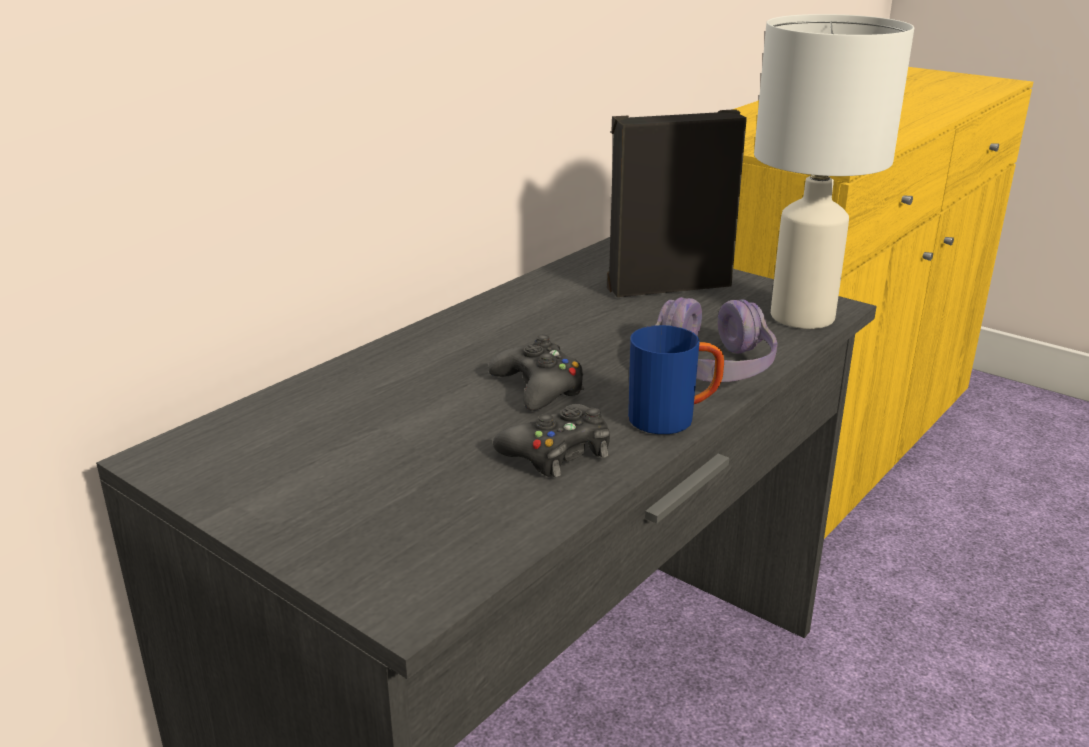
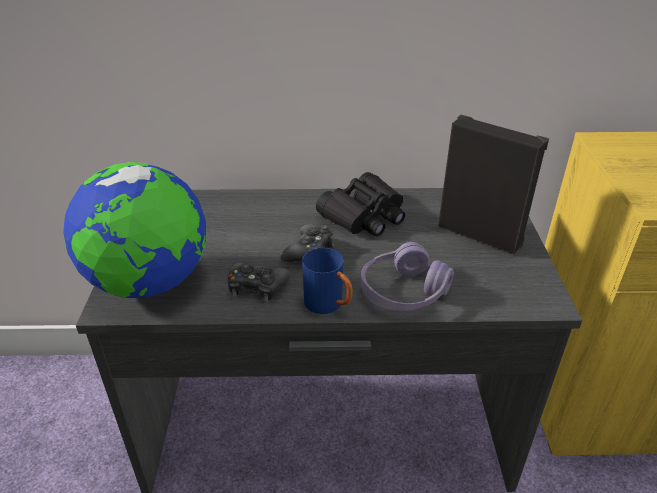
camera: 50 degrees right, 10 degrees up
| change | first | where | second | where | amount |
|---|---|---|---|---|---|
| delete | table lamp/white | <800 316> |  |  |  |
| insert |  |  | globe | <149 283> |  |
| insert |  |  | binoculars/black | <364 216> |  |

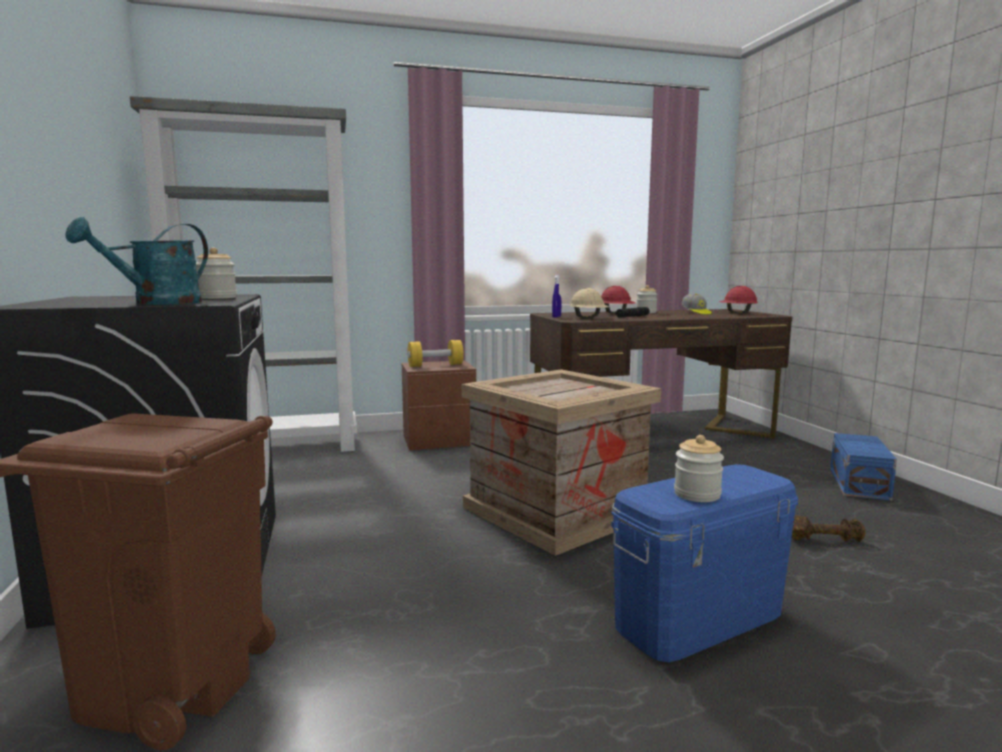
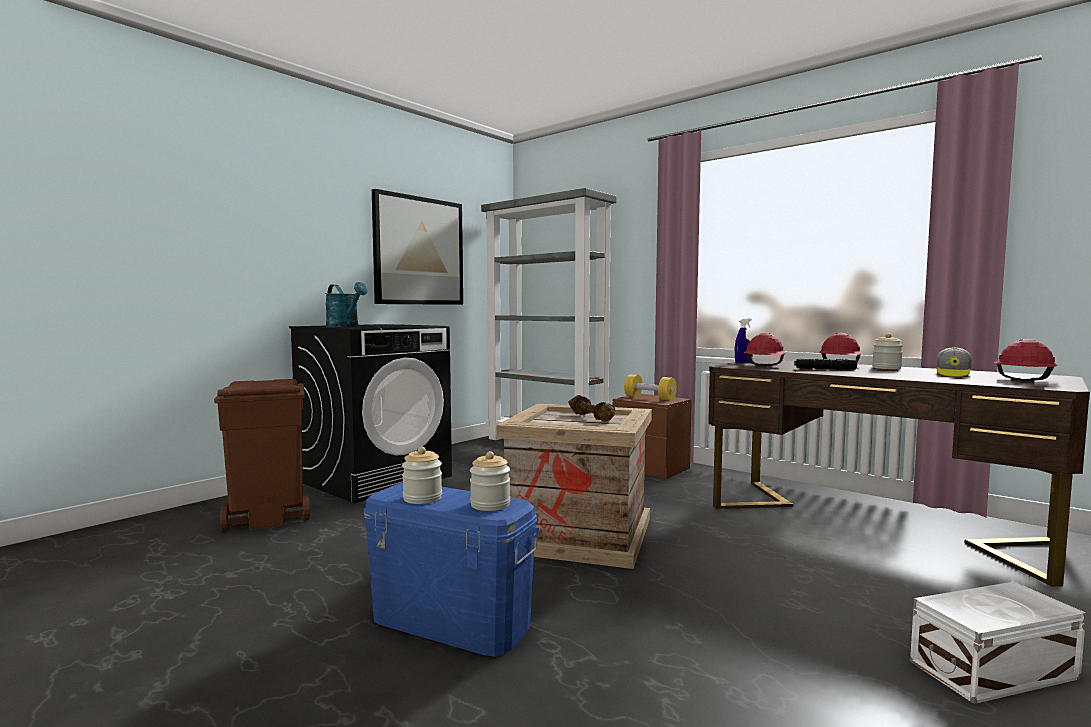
camera: 55 degrees right, 5 degrees down
| change | first | where | second | where | amount |
|---|---|---|---|---|---|
| rotate | watering pot/blue-green | <156 303> |  | <345 327> | 135 degrees counterclockwise |
| move | preserve jar | <217 298> |  | <490 505> |  |
| recolor | hard hat/sand-coloured | <588 318> | hard hat/red-coloured | <764 366> |  |
| recolor | storage bin/blue-coloured | <860 483> | storage bin/white | <996 671> |  |
| move | free weight/brown-coloured | <824 539> |  | <592 418> |  |
| insert |  |  | picture | <419 251> |  |

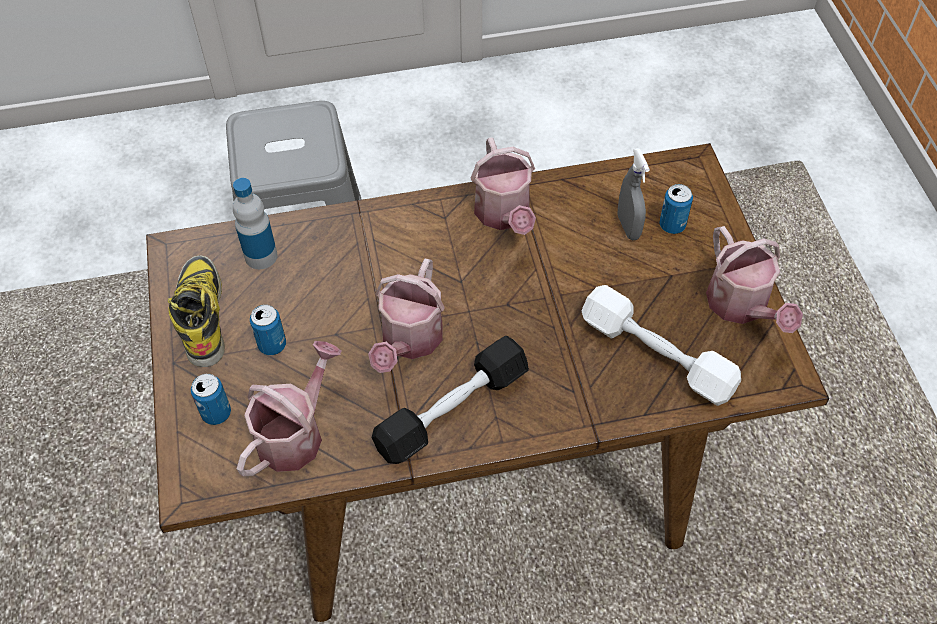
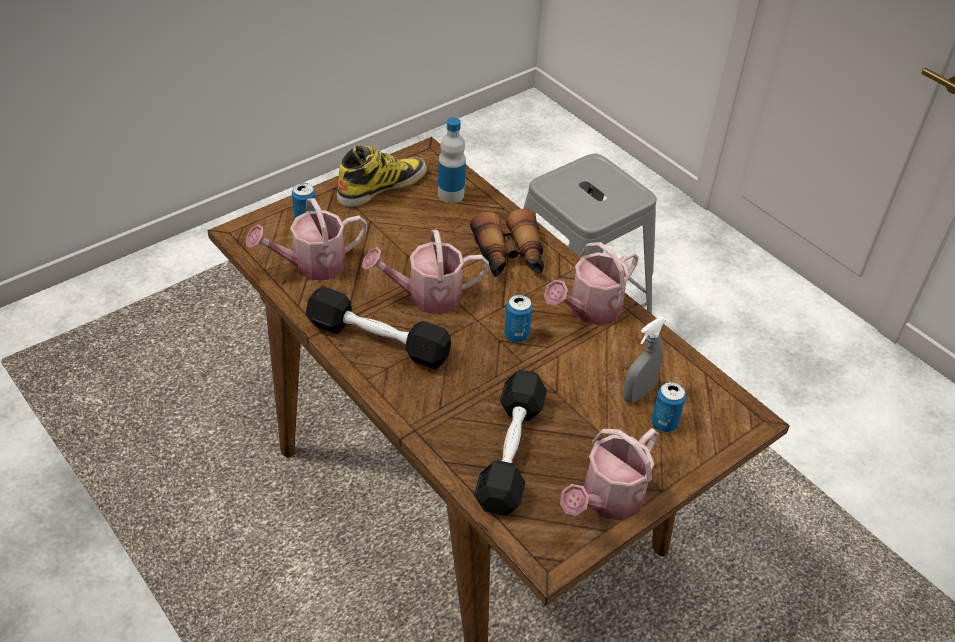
camera: 60 degrees right, 10 degrees down
| change | first | where | second | where | amount |
|---|---|---|---|---|---|
| recolor | free weight/white | <657 356> | free weight/black | <510 453> |  |
| move | metal can | <272 345> |  | <516 335> |  |
| rotate | watering pot | <295 433> |  | <311 265> | 150 degrees clockwise |
| insert |  |  | binoculars | <509 257> |  |

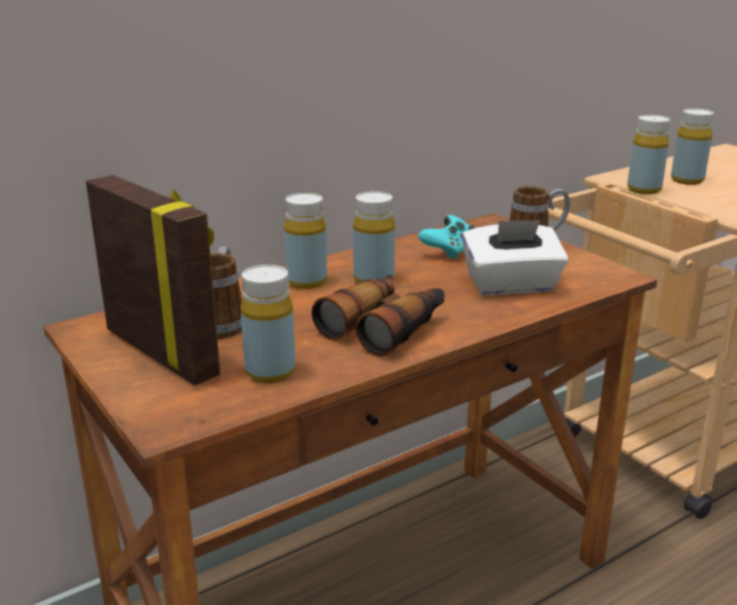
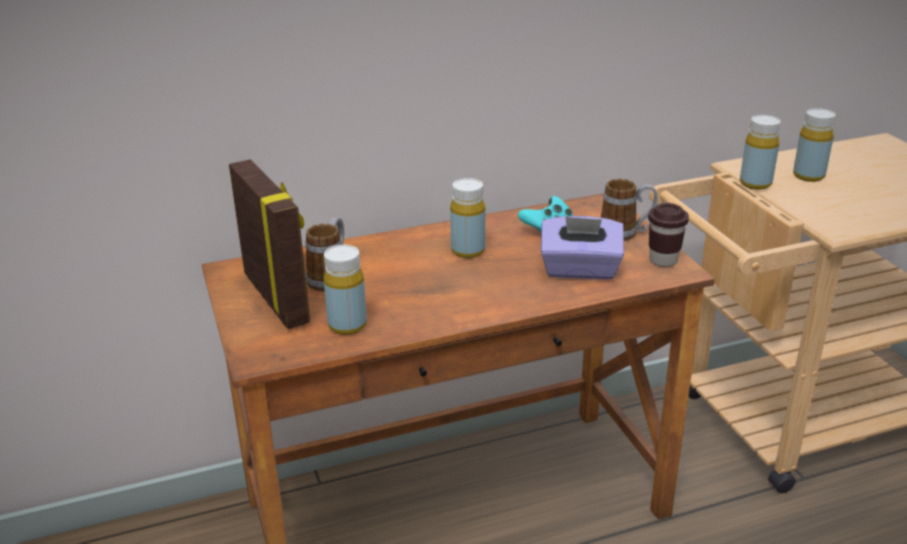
camera: 15 degrees right, 5 degrees up
| change | first | where | second | where | amount |
|---|---|---|---|---|---|
| delete | beverage bottle/yellow-coloured | <306 281> |  |  |  |
| recolor | tissue holder/white | <511 286> | tissue holder/purple | <580 270> |  |
| delete | binoculars | <385 327> |  |  |  |
| insert |  |  | drinking cup/brown-coloured | <663 260> |  |

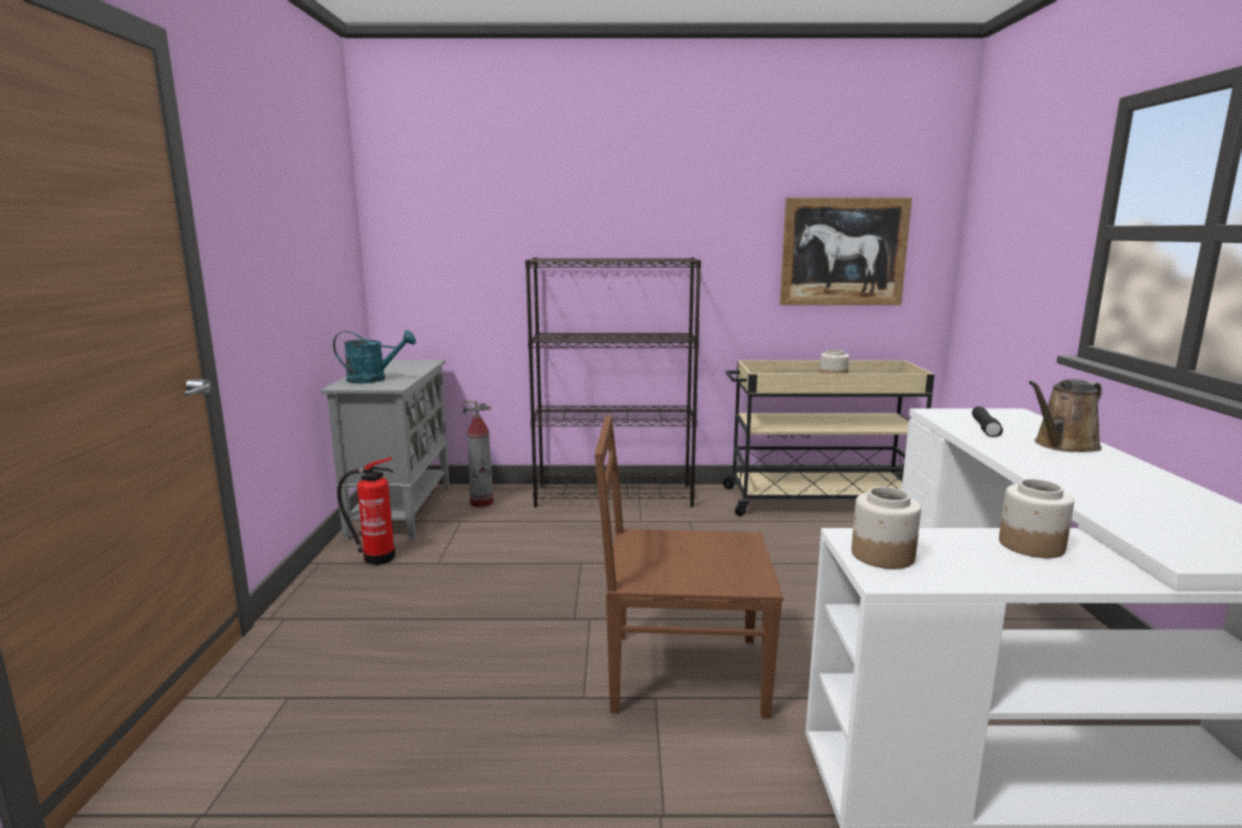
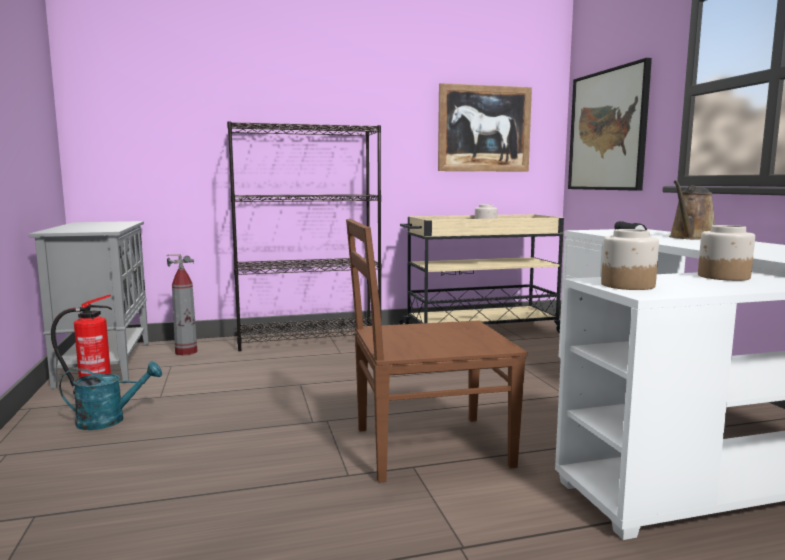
camera: 15 degrees left, 5 degrees down
| change | first | where | second | where | amount |
|---|---|---|---|---|---|
| move | watering pot/blue-green | <374 379> |  | <110 420> |  |
| insert |  |  | picture | <607 130> |  |

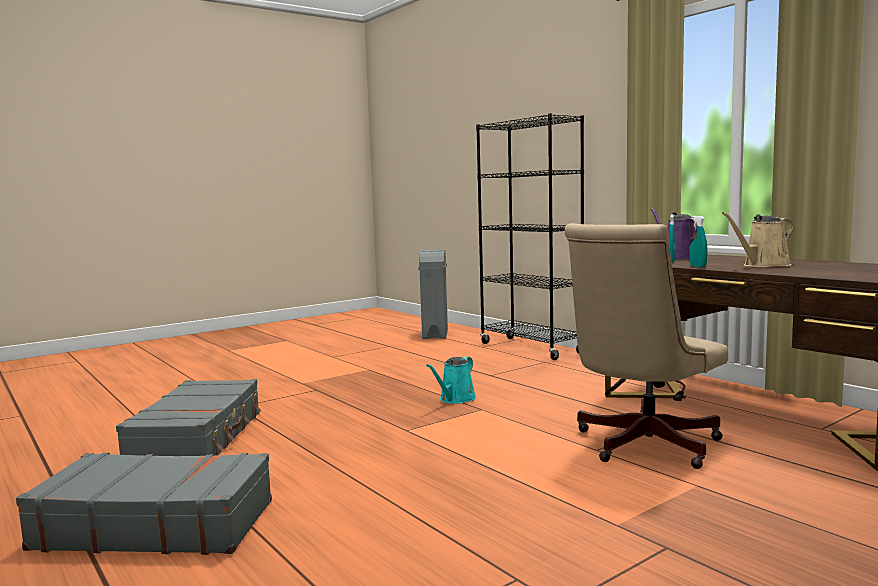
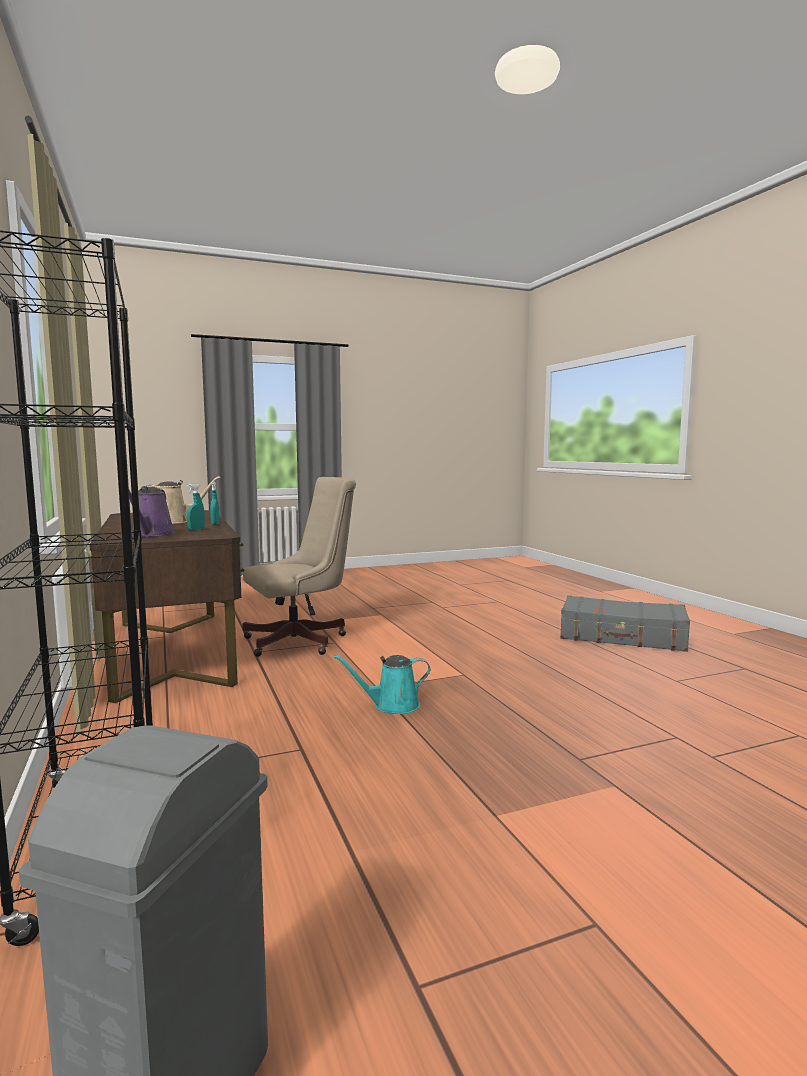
camera: 165 degrees left, 0 degrees up
| change | first | where | second | where | amount |
|---|---|---|---|---|---|
| rotate | watering pot/blue-green | <455 399> |  | <392 706> | 150 degrees counterclockwise |
| delete | travel case/gray | <198 438> |  |  |  |

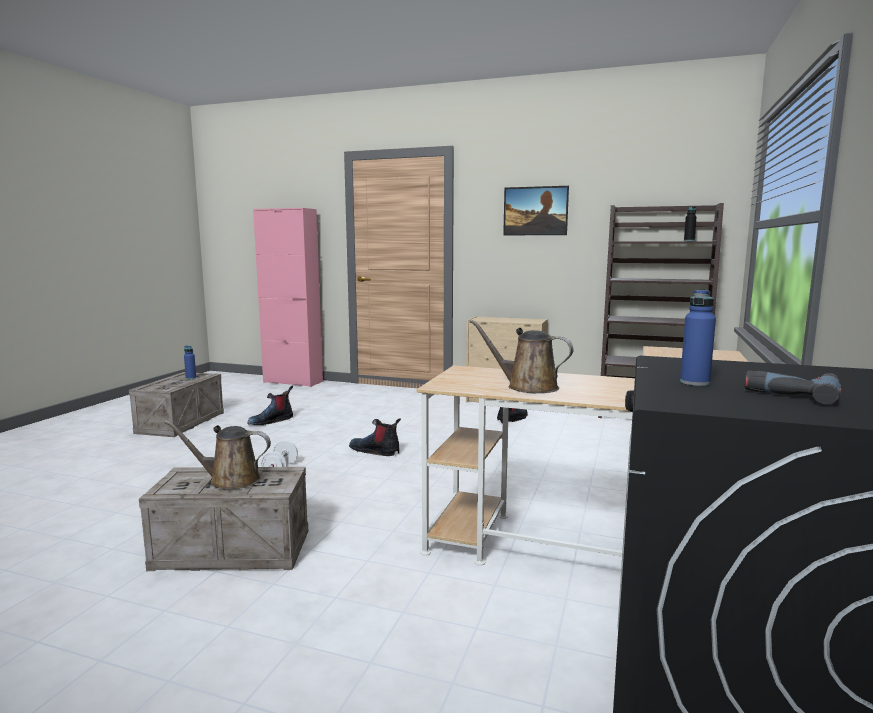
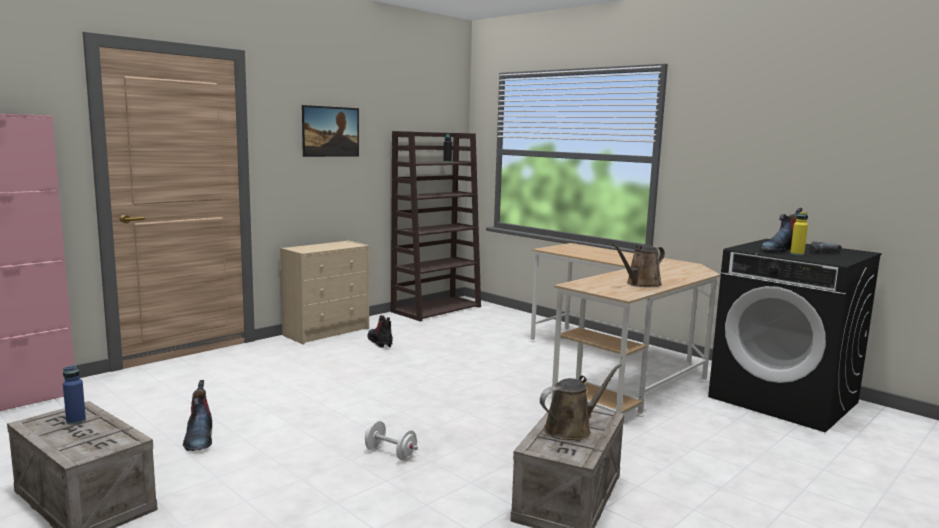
camera: 65 degrees left, 0 degrees up
| change | first | where | second | where | amount |
|---|---|---|---|---|---|
| recolor | beverage bottle/blue-coloured | <694 383> | beverage bottle/yellow-coloured | <797 254> |  |
| move | tall boot | <375 451> |  | <779 250> |  |
| rotate | watering pot/brown-coloured | <230 480> |  | <571 429> | 150 degrees counterclockwise |

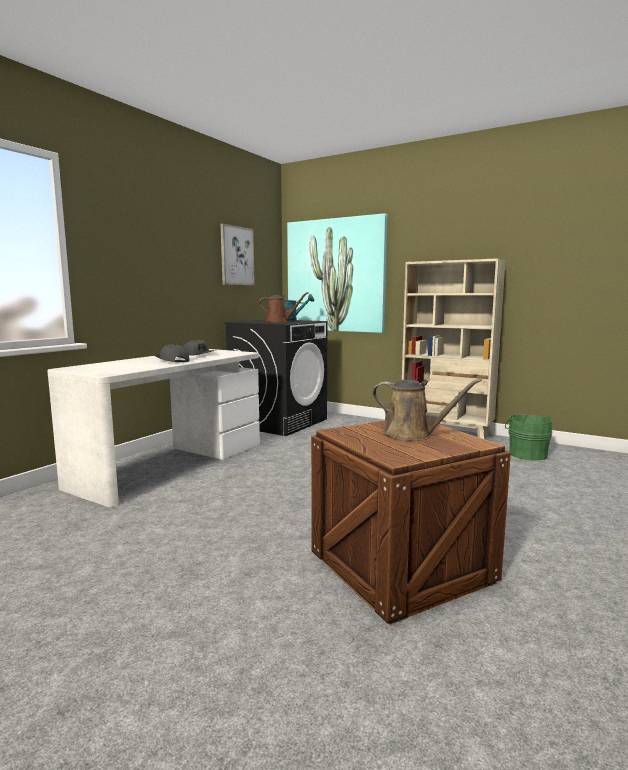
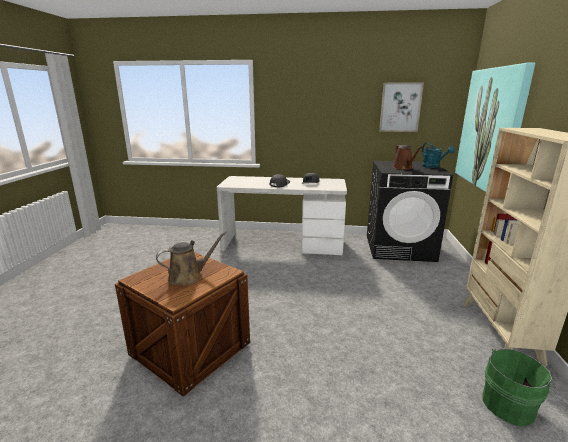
camera: 65 degrees right, 10 degrees up
| change | first | where | second | where | amount |
|---|---|---|---|---|---|
| rotate | watering pot/brown-coloured | <412 434> |  | <188 276> | 120 degrees counterclockwise |

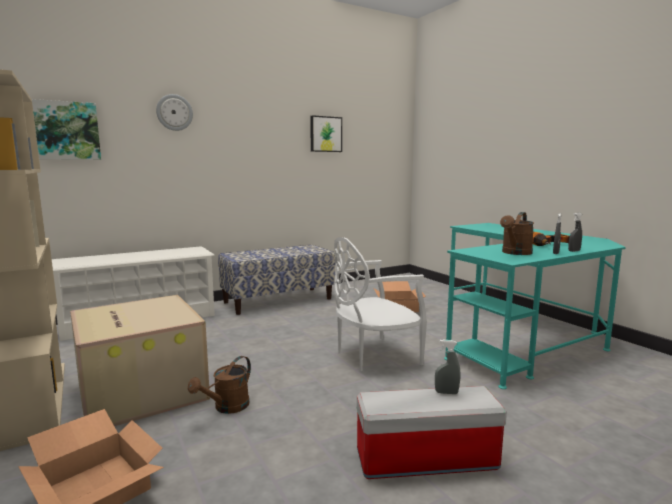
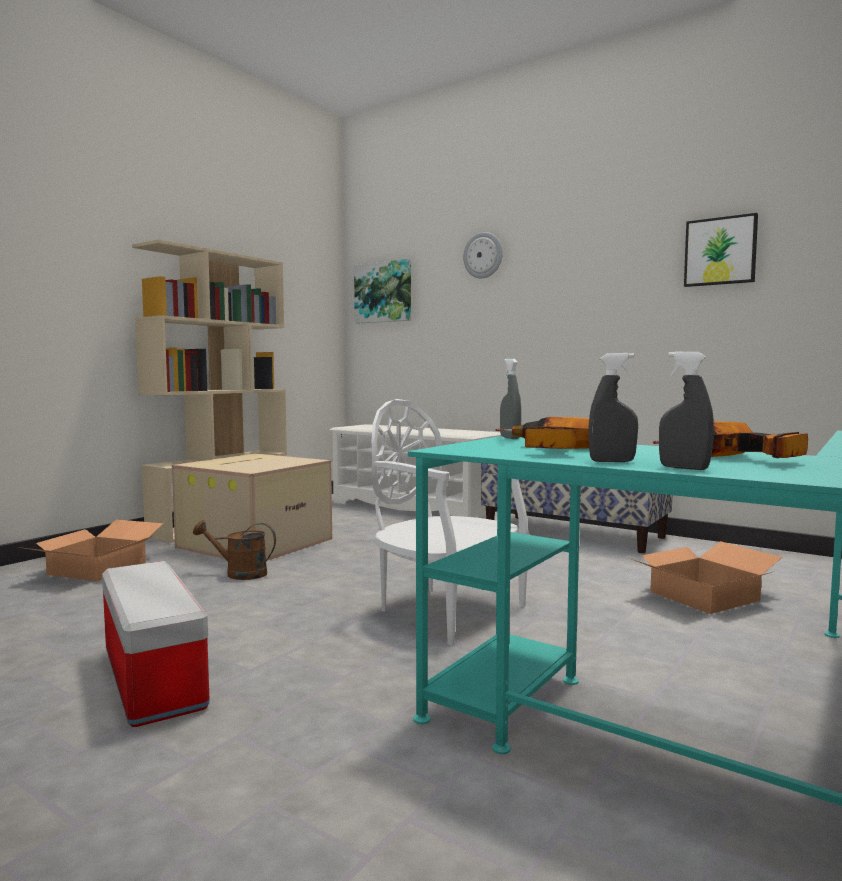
camera: 65 degrees right, 5 degrees down
| change | first | where | second | where | amount |
|---|---|---|---|---|---|
| replace | watering pot/brown-coloured | <515 253> | power drill | <544 450> |  |
| move | spray bottle/gray | <446 392> |  | <510 438> |  |

